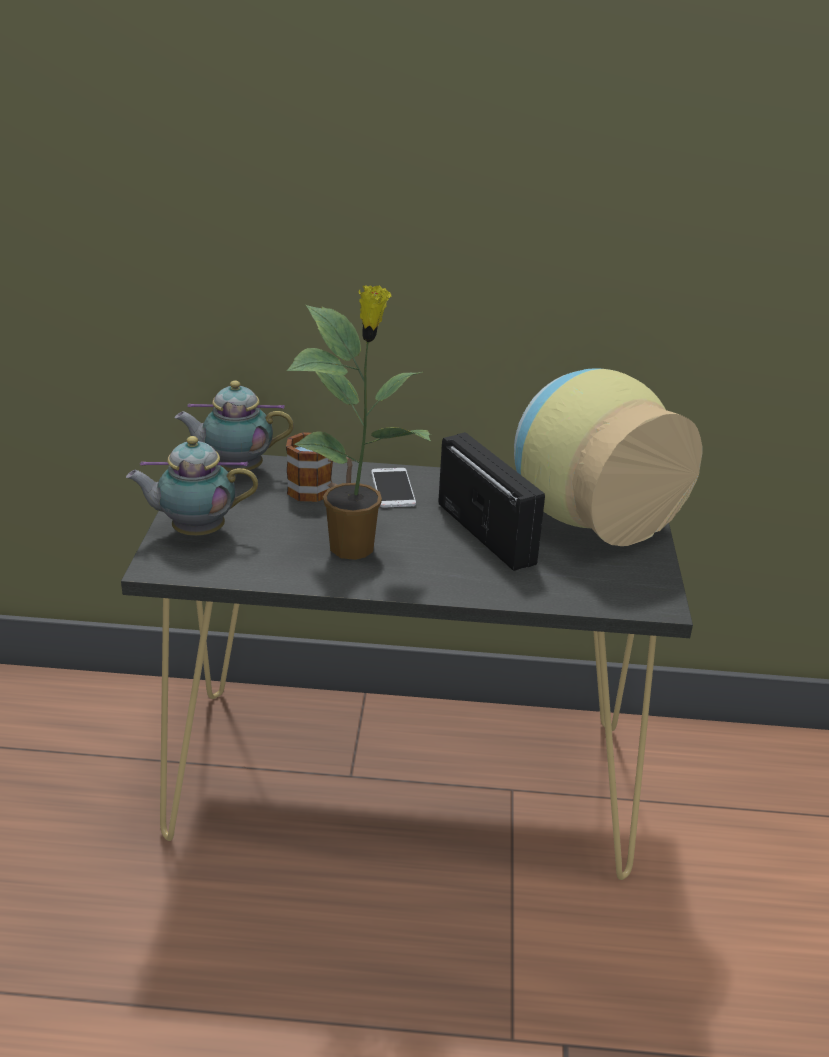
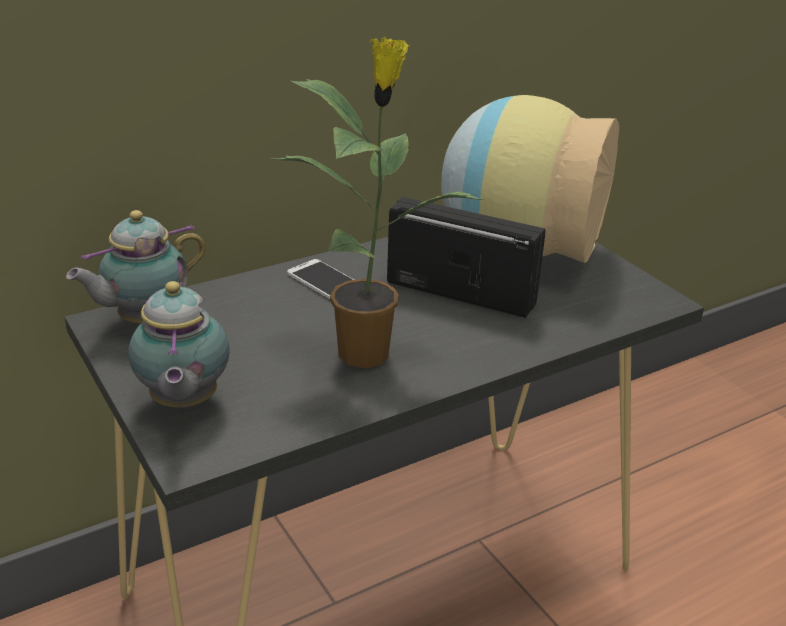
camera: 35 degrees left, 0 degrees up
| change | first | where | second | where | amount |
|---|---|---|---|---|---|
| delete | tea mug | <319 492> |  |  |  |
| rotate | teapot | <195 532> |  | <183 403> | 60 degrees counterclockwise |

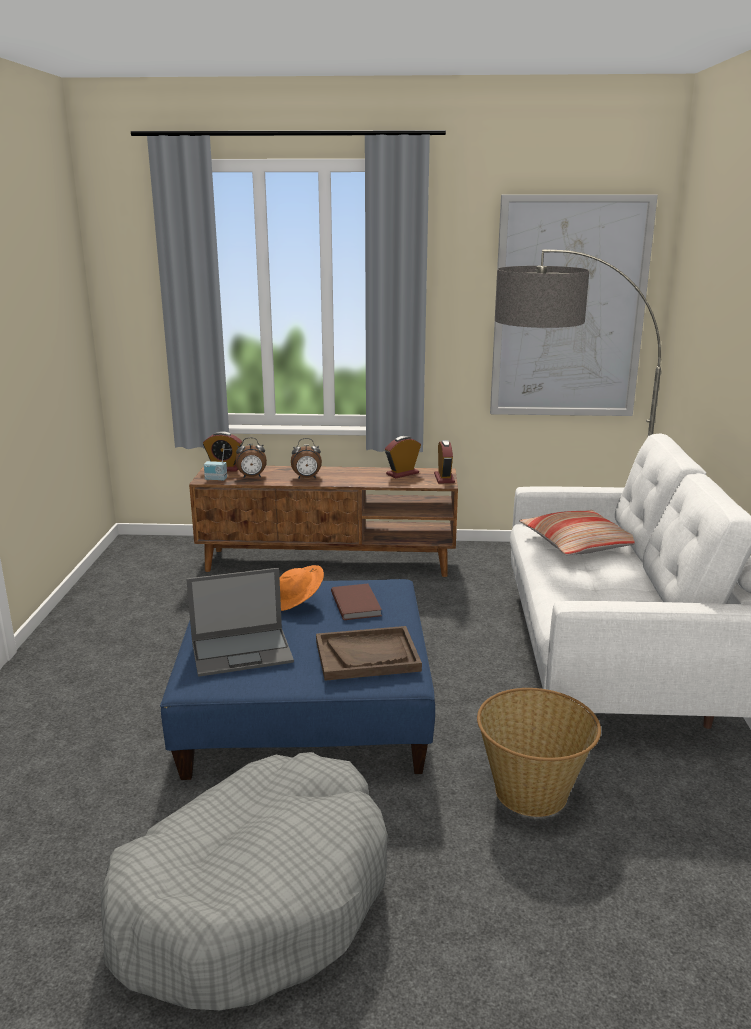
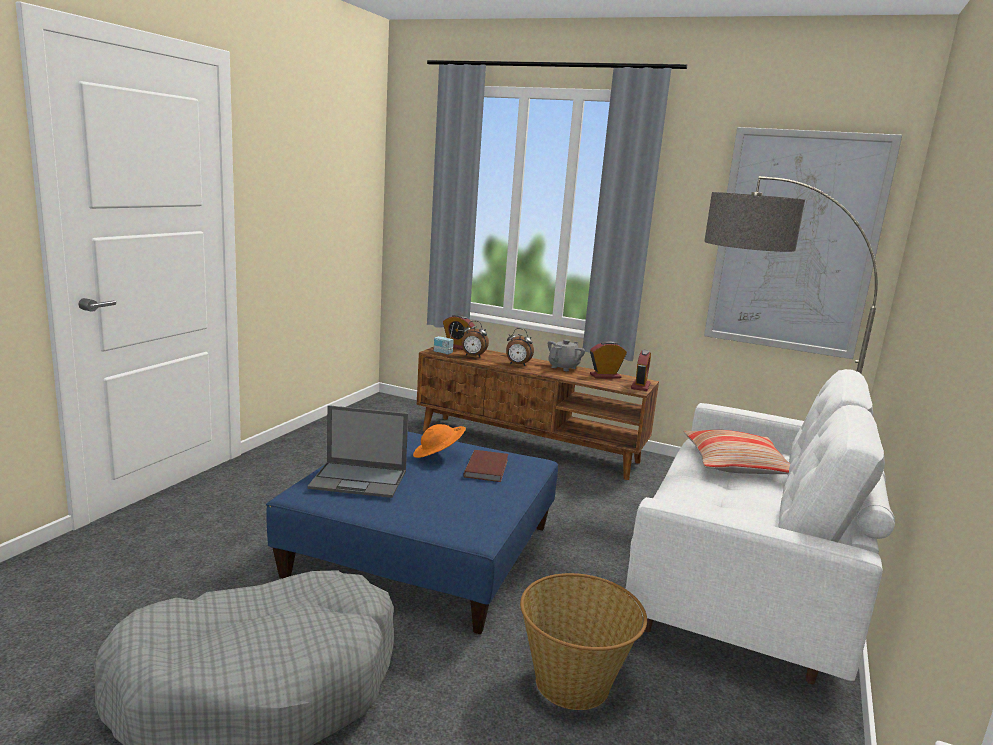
camera: 20 degrees right, 5 degrees down
| change | first | where | second | where | amount |
|---|---|---|---|---|---|
| delete | tray/brown-coloured | <367 656> |  |  |  |
| insert |  |  | teapot/gray | <564 367> |  |

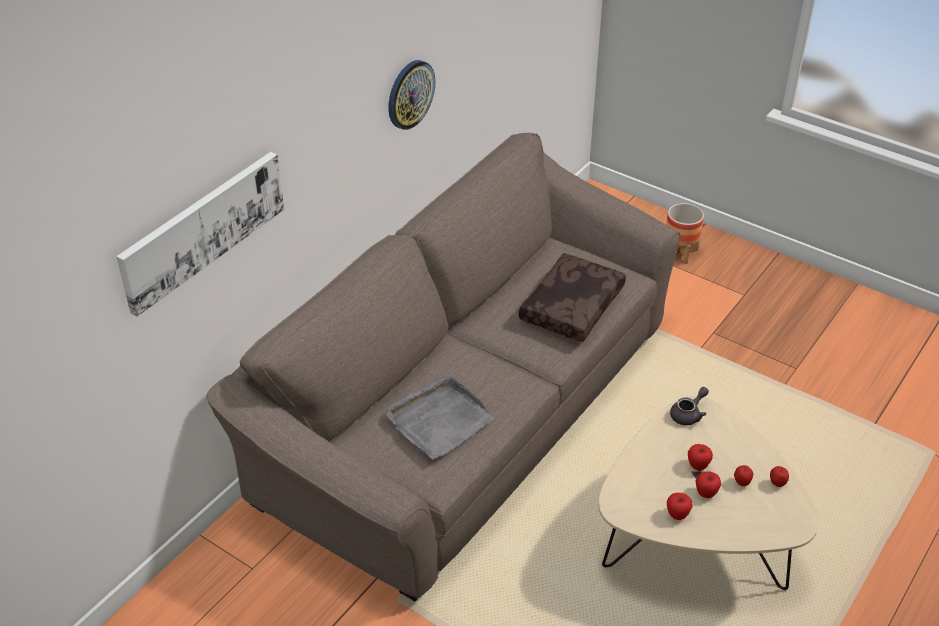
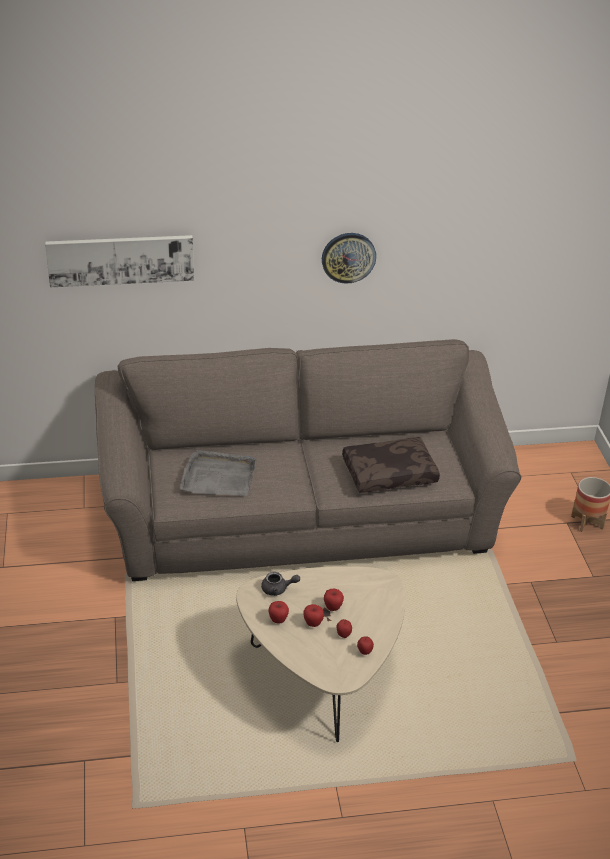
camera: 45 degrees right, 5 degrees down
| change | first | where | second | where | amount |
|---|---|---|---|---|---|
| move | teapot/gray | <688 414> |  | <278 589> |  |

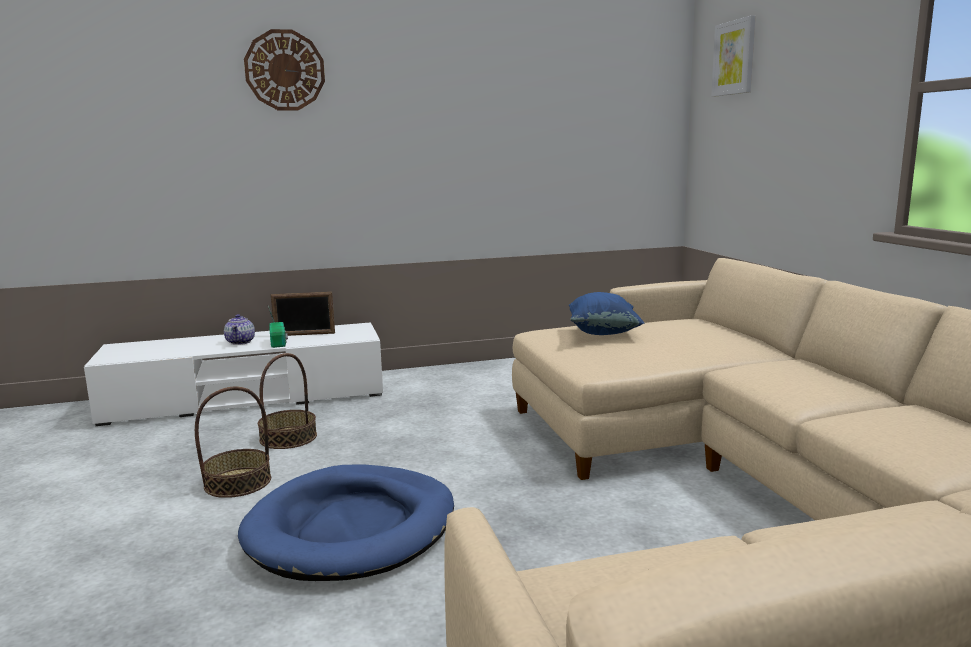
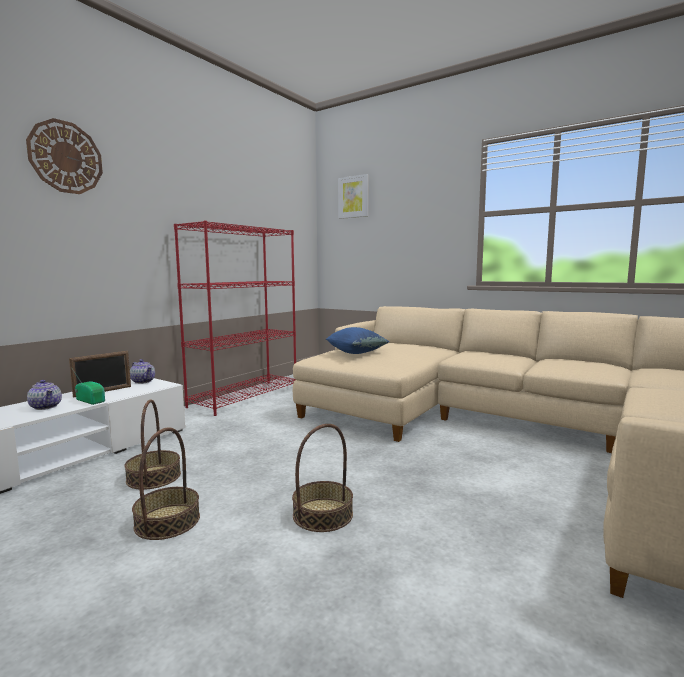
camera: 40 degrees left, 5 degrees down
| change | first | where | second | where | amount |
|---|---|---|---|---|---|
| replace | dog bed/blue-coloured | <352 528> | storage basket | <322 514> |  |
| insert |  |  | bookshelf/red-coloured | <245 397> |  |
| insert |  |  | teapot | <143 381> |  |

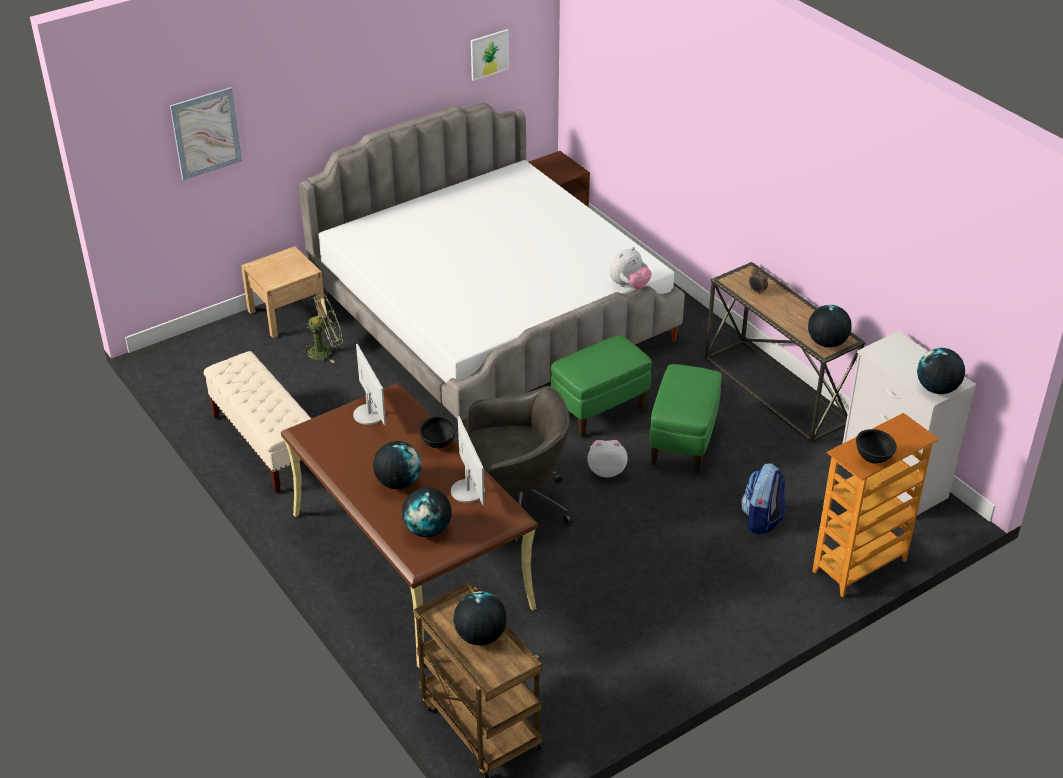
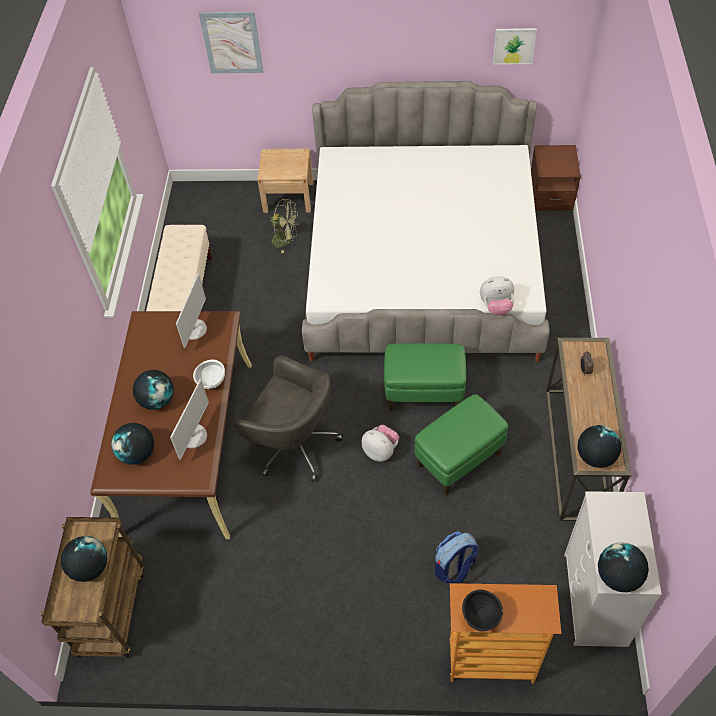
camera: 40 degrees right, 15 degrees up
| change | first | where | second | where | amount |
|---|---|---|---|---|---|
| recolor | serving bowl/black | <438 444> | serving bowl/white | <212 383> |  |

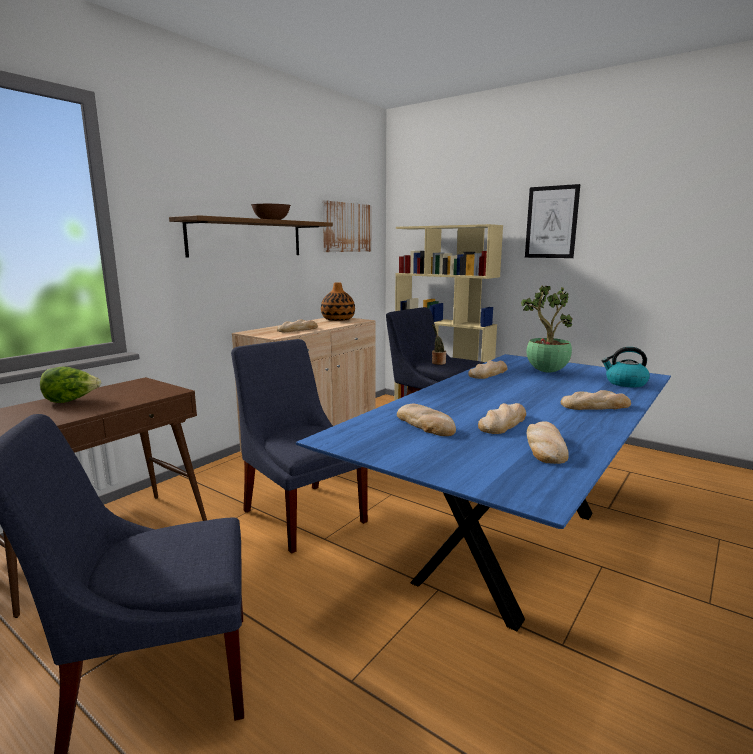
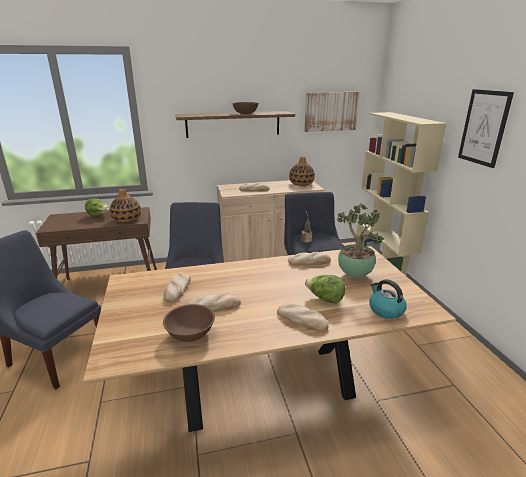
camera: 40 degrees right, 10 degrees up
| change | first | where | second | where | amount |
|---|---|---|---|---|---|
| recolor | kitchen table/blue-coloured | <510 545> | kitchen table/brown-coloured | <266 385> |  |
| replace | baked bread | <545 447> | serving bowl/brown-coloured | <190 334> |  |
| insert |  |  | vase | <126 219> |  |
| insert |  |  | lettuce head | <325 299> |  |

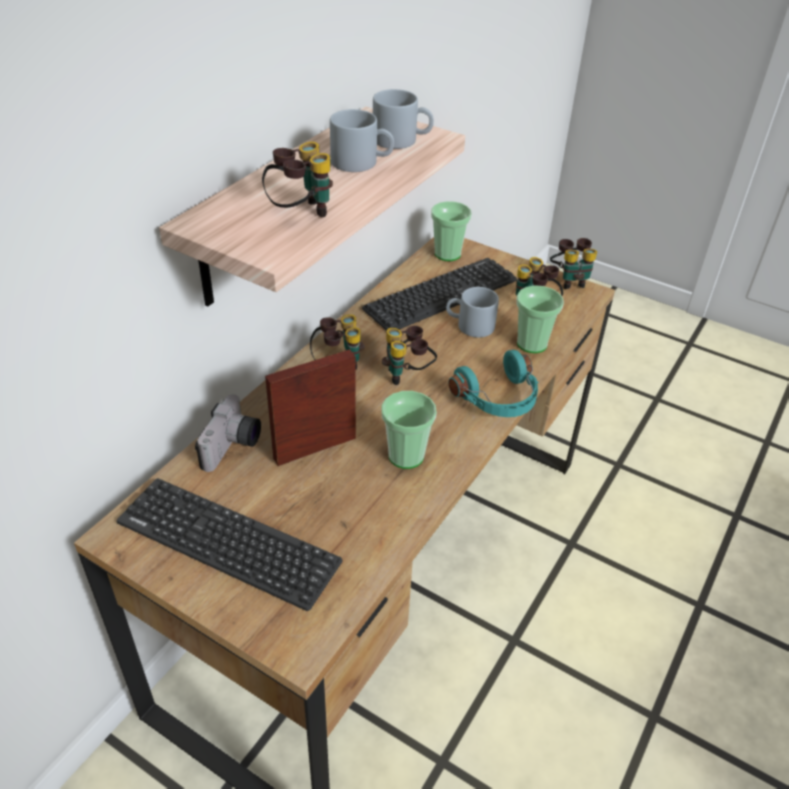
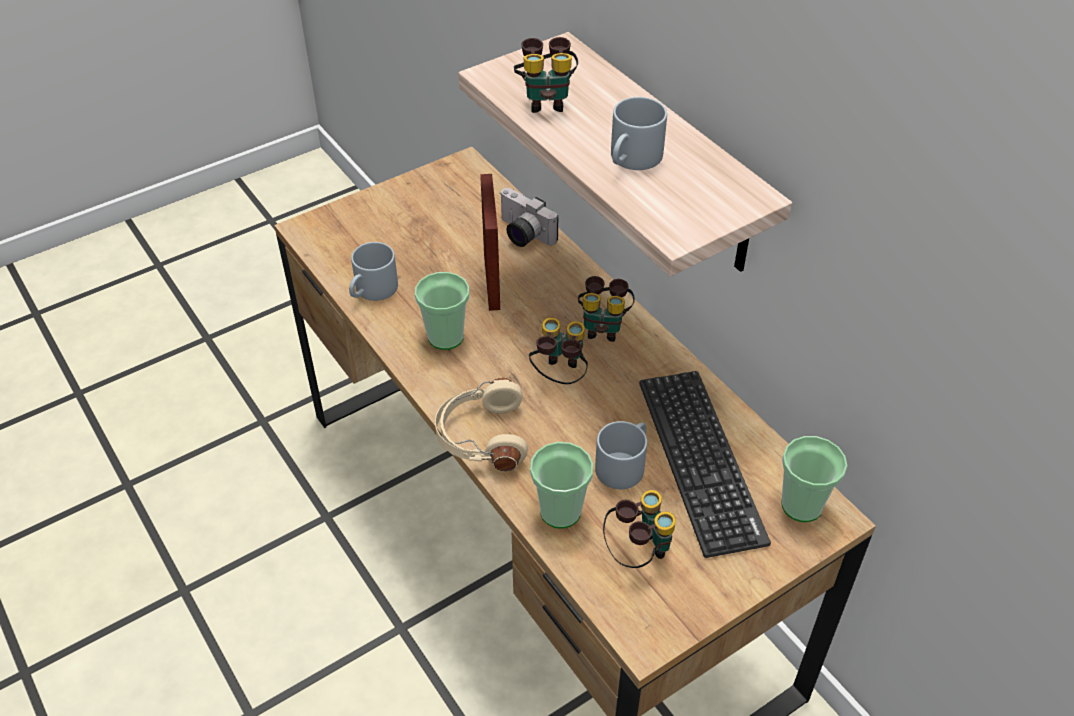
camera: 115 degrees right, 5 degrees up
| change | first | where | second | where | amount |
|---|---|---|---|---|---|
| move | tea mug/gray | <402 140> |  | <372 291> |  |
| delete | binoculars | <570 280> |  |  |  |
| recolor | headphones/blue-green | <499 399> | headphones/sand-coloured | <481 437> |  |
| delete | PC keyboard | <228 542> |  |  |  |

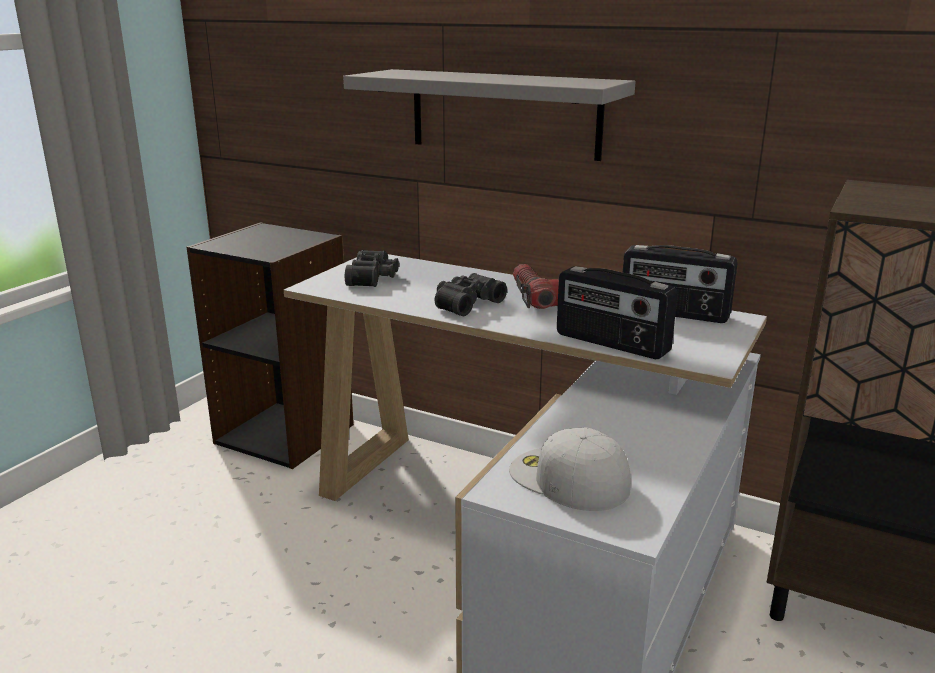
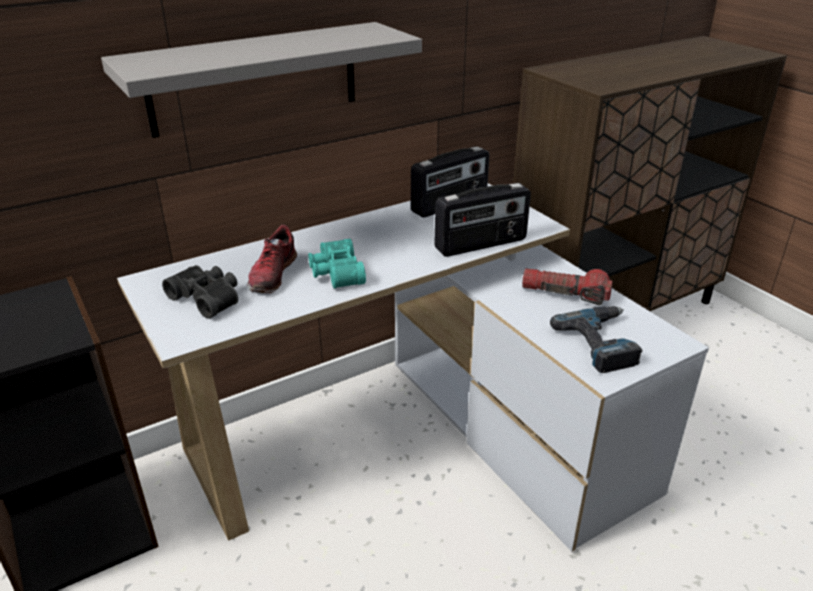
camera: 60 degrees left, 10 degrees up
| change | first | where | second | where | amount |
|---|---|---|---|---|---|
| move | torch | <533 297> |  | <565 294> |  |
| recolor | binoculars/black | <465 303> | binoculars/blue-green | <335 273> |  |
| replace | baseball cap/white | <567 478> | power drill | <603 343> |  |
| insert |  |  | low shoe | <272 274> |  |

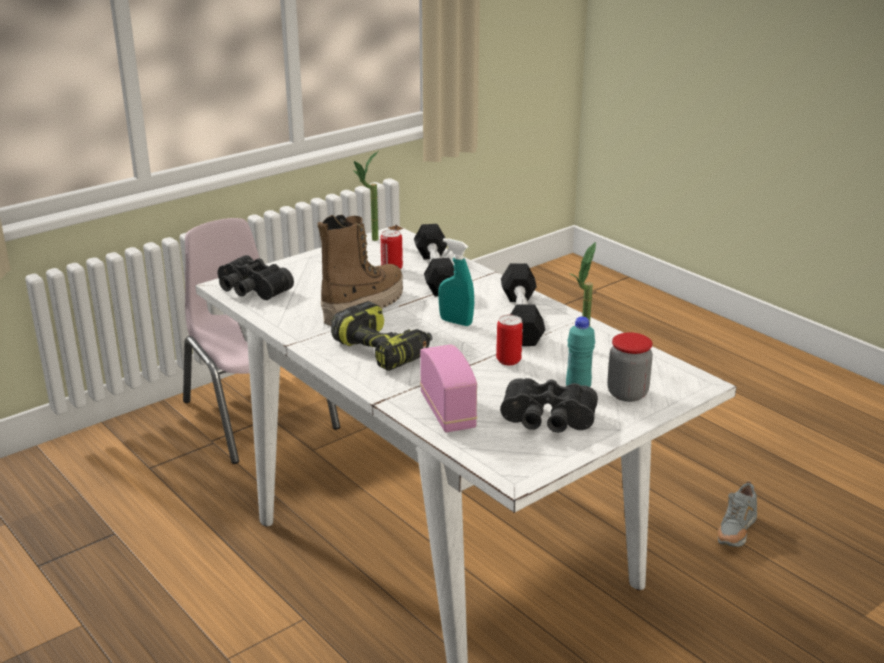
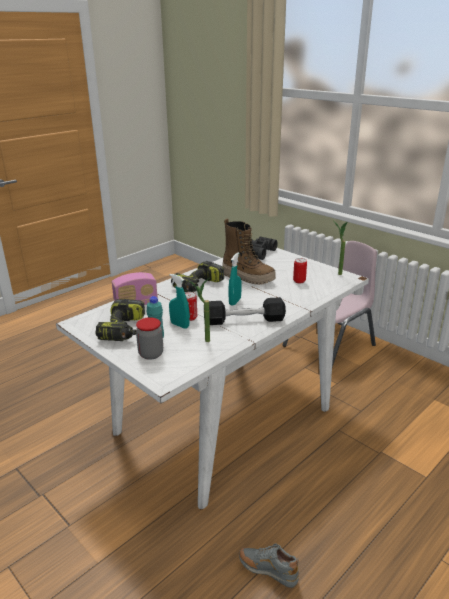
camera: 85 degrees right, 0 degrees up
| change | first | where | second | where | amount |
|---|---|---|---|---|---|
| delete | free weight/black | <436 272> |  |  |  |
| replace | binoculars/black | <547 421> | power drill | <123 330> |  |
| insert |  |  | spray bottle/blue-green | <180 325> |  |

